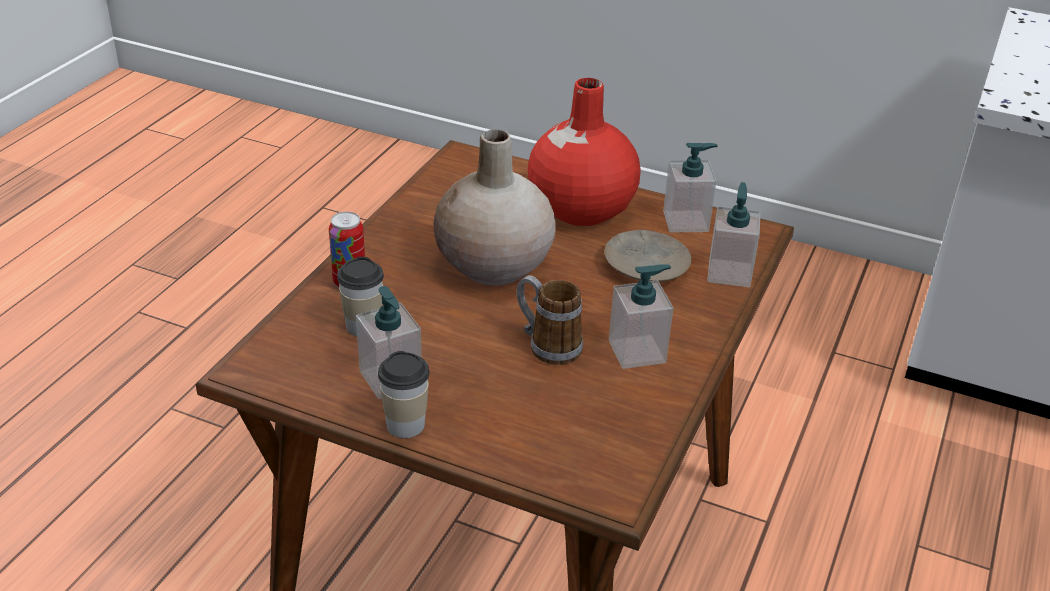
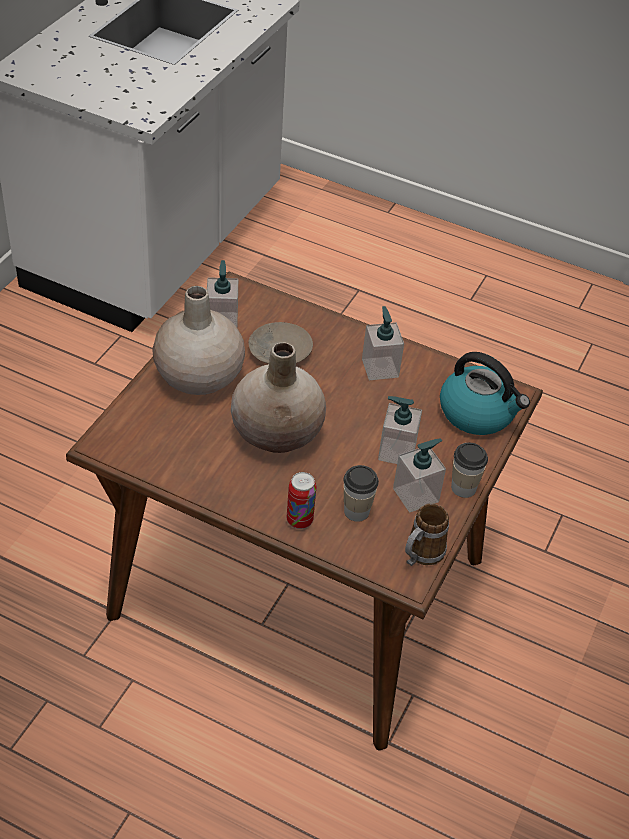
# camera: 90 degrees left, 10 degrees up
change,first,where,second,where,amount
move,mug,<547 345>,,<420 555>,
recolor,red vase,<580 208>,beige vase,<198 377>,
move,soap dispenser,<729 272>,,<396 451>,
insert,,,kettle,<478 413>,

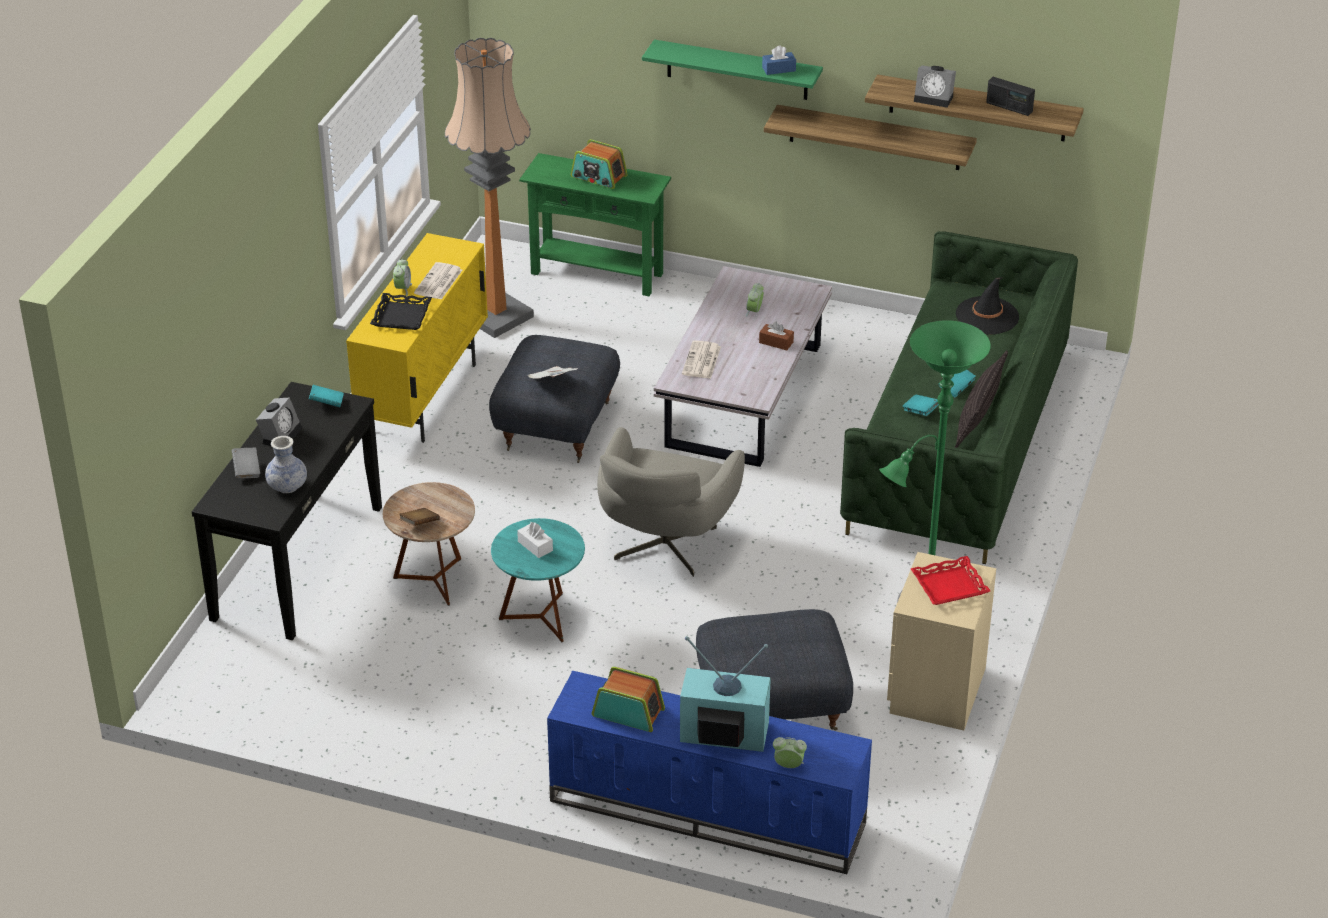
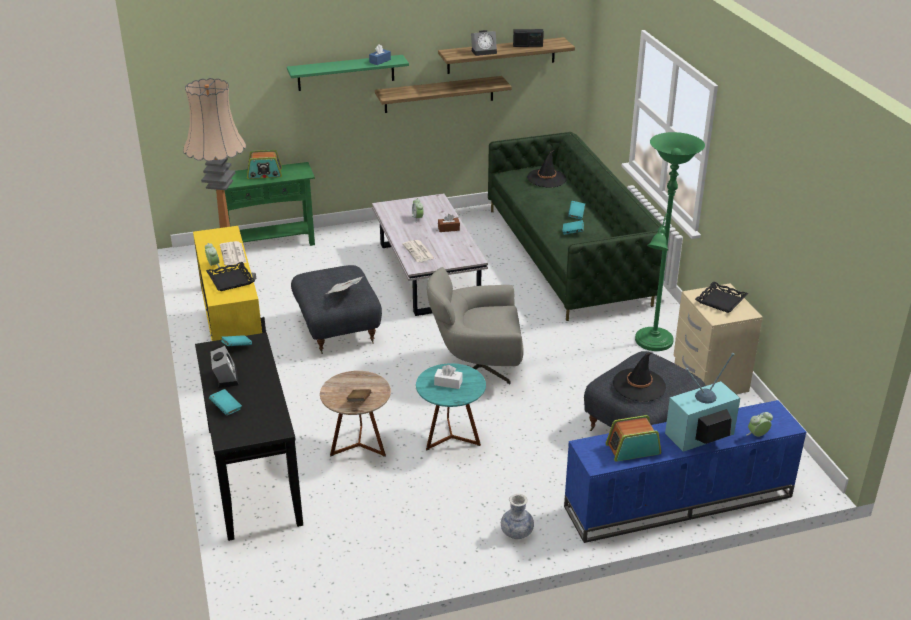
# camera: 35 degrees left, 5 degrees down
change,first,where,second,where,amount
recolor,grey book,<247 470>,turquoise book,<226 408>,
move,vase,<287 486>,,<517 533>,
rotate,grey armchair,<664 547>,,<476 367>,105 degrees clockwise
recolor,red tray,<949 586>,black tray,<721 301>,
delete,pillow,<977 420>,,,
insert,,,black hat,<639 385>,

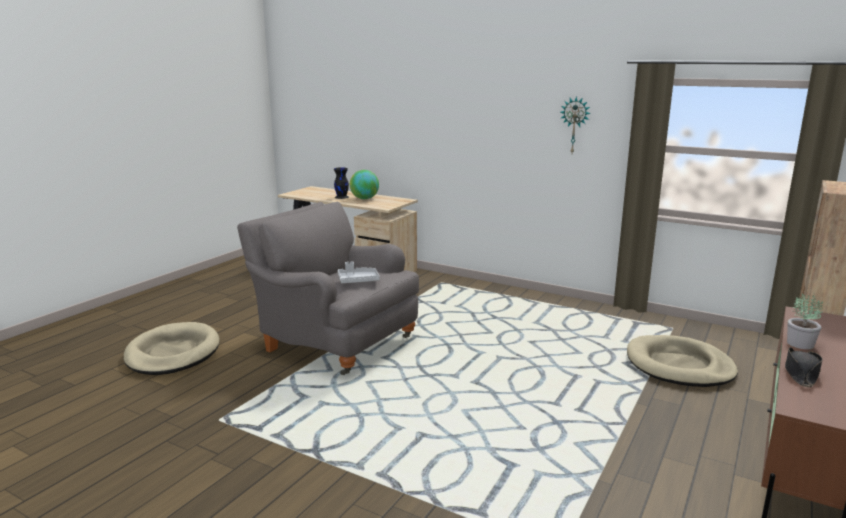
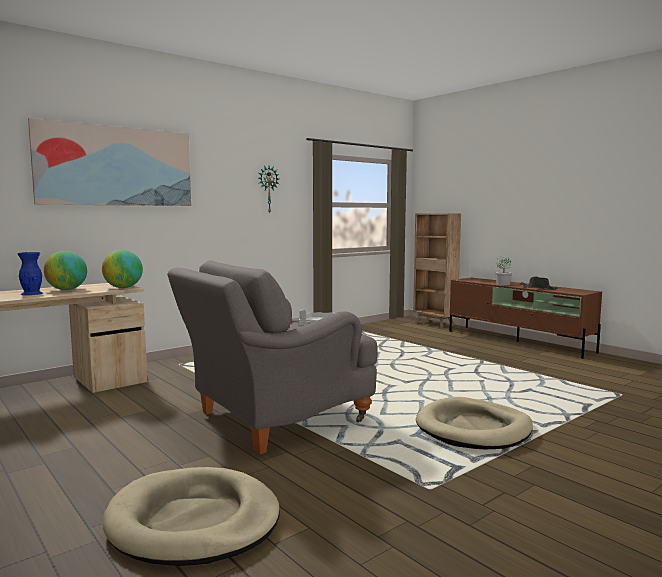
# camera: 70 degrees left, 10 degrees down
change,first,where,second,where,amount
recolor,black vase,<342 197>,blue vase,<32 293>,
move,beige dog bed,<679 366>,,<474 429>,
insert,,,picture,<116 166>,
insert,,,globe,<123 288>,

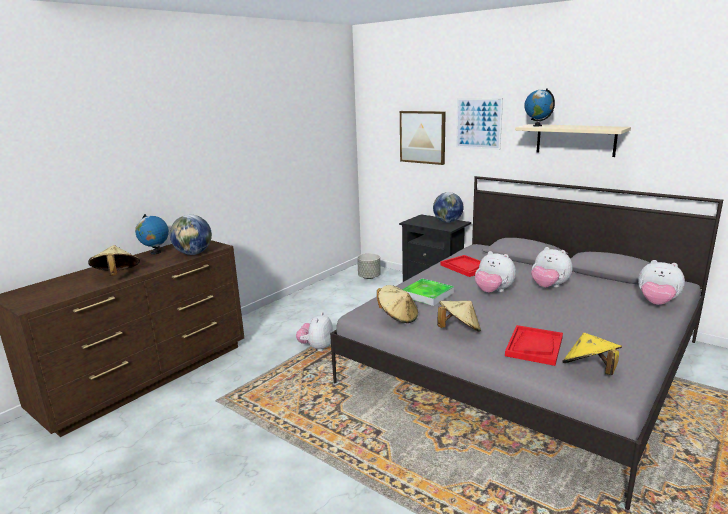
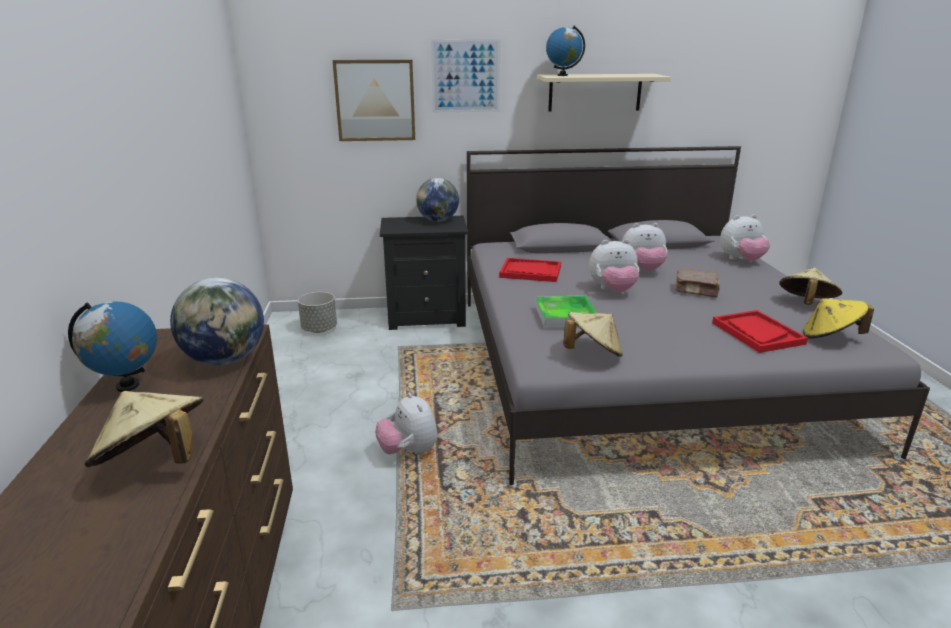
# camera: 45 degrees left, 5 degrees up
change,first,where,second,where,amount
move,beige hat,<459 330>,,<805 304>,
insert,,,brown book,<696 291>,

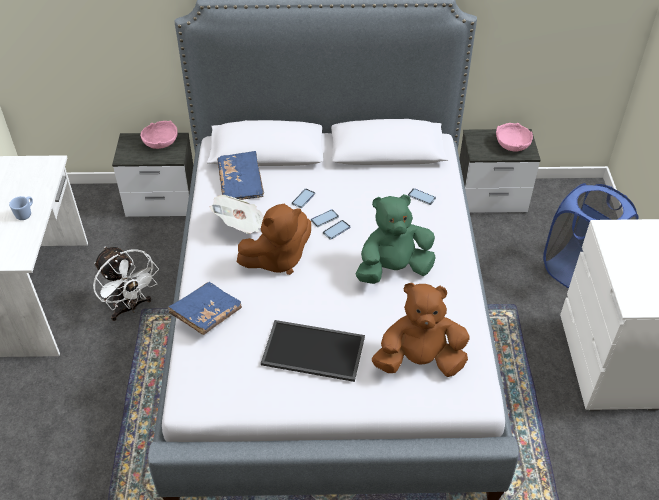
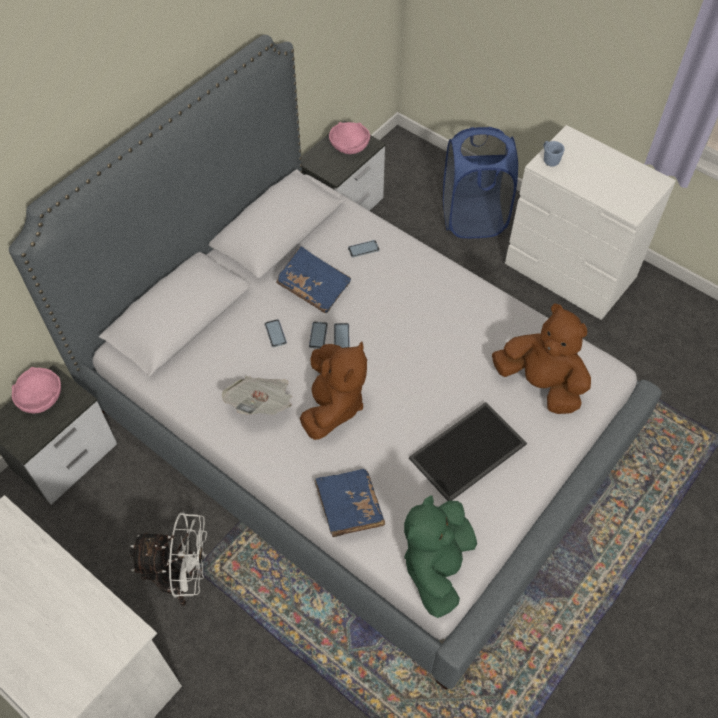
# camera: 50 degrees left, 10 degrees up
change,first,where,second,where,amount
move,blue mug,<26 214>,,<549 159>,
move,blue book,<241 184>,,<314 287>,
move,green plush toy,<393 269>,,<437 565>,
rotate,brown plush toy,<419 361>,,<540 384>,90 degrees clockwise

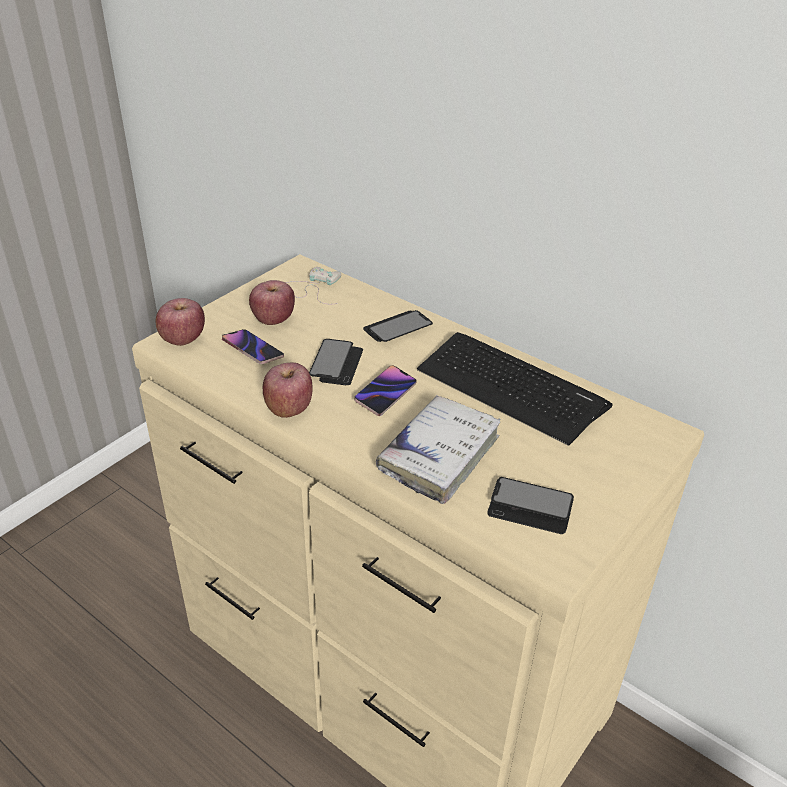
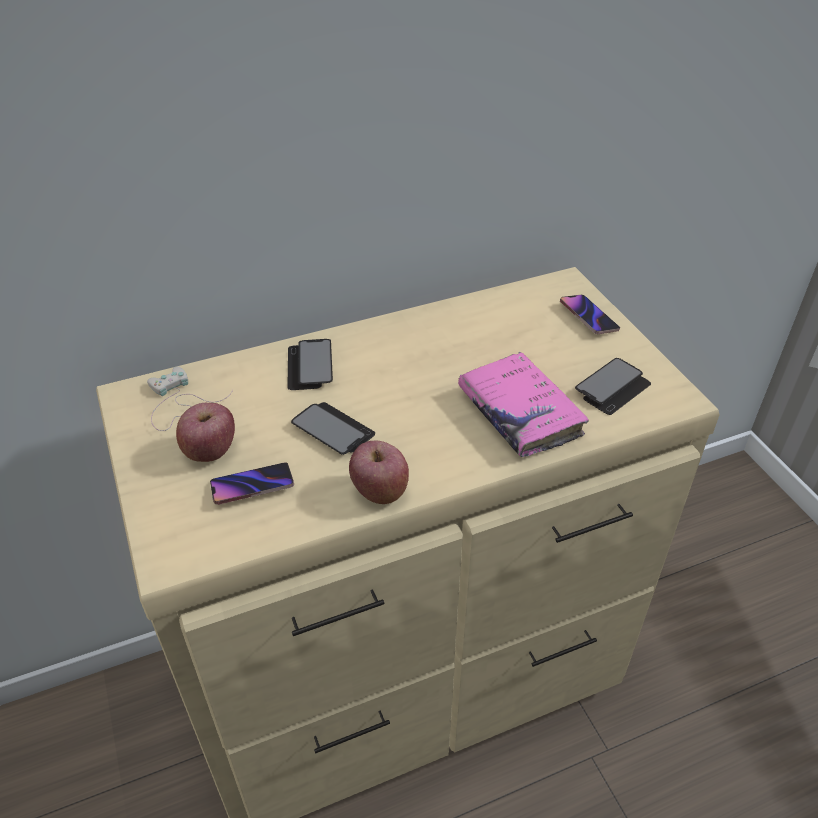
# camera: 60 degrees left, 5 degrees up
change,first,where,second,where,amount
delete,apple,<183 339>,,,
move,phone,<385 393>,,<588 317>,
recolor,white book,<439 456>,pink book,<519 413>,
delete,keyboard,<511 387>,,,

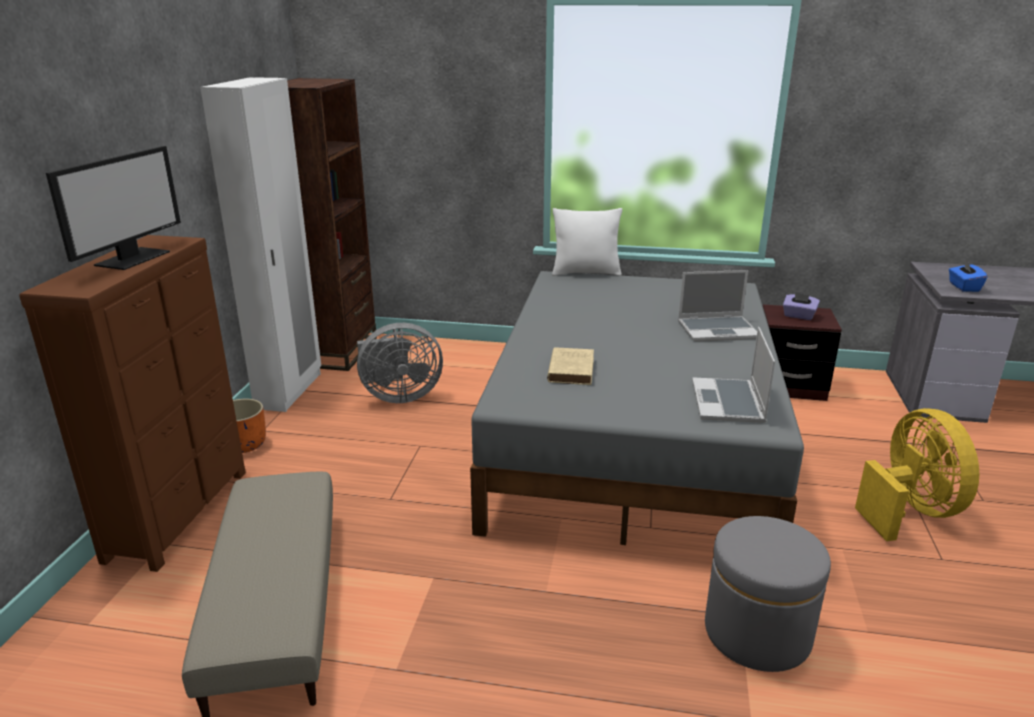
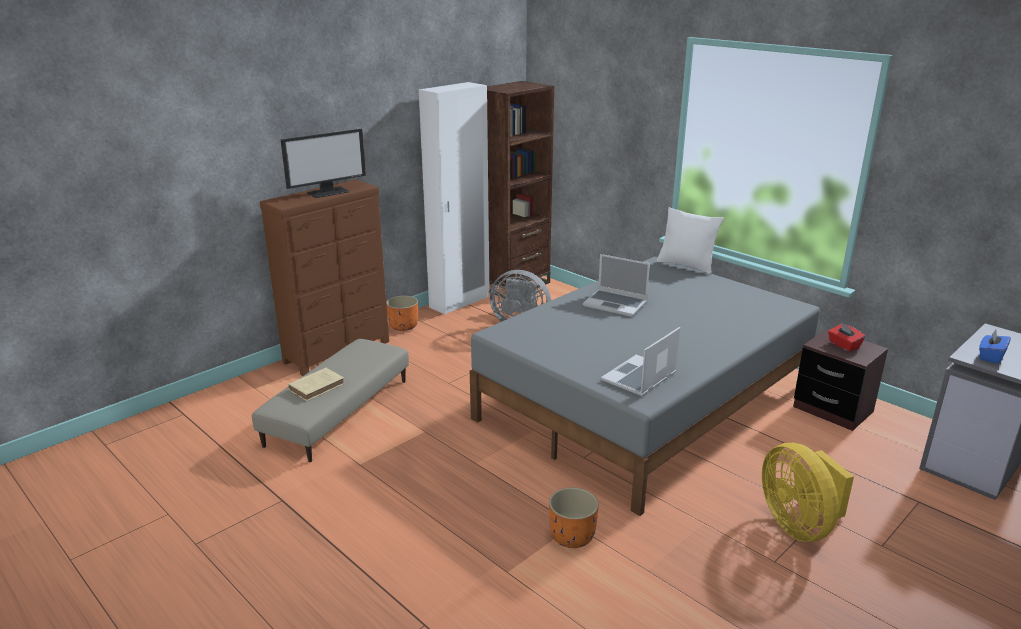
# camera: 35 degrees right, 0 degrees up
change,first,where,second,where,amount
move,beige book,<571 369>,,<318 386>,
move,laptop,<718 330>,,<616 304>,
replace,grey ottoman,<757 633>,orange planter,<572 537>,
recolor,purple tissue box,<798 316>,red tissue box,<843 345>,
rotate,yellow fan,<909 511>,,<799 525>,135 degrees clockwise

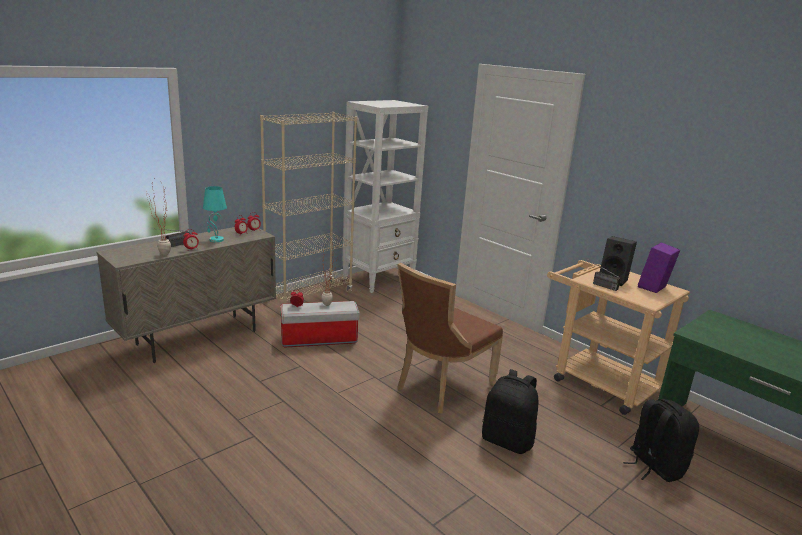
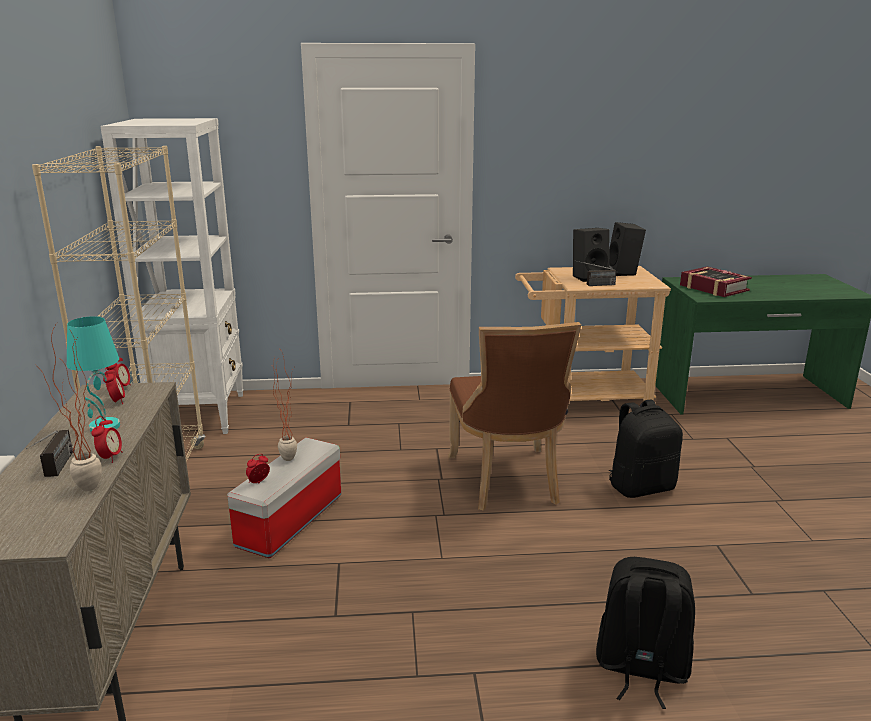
# camera: 50 degrees left, 0 degrees up
change,first,where,second,where,amount
move,black backpack,<654 466>,,<640 669>,
recolor,purple speaker,<654 288>,black speaker,<624 272>,
insert,,,book,<713 288>,

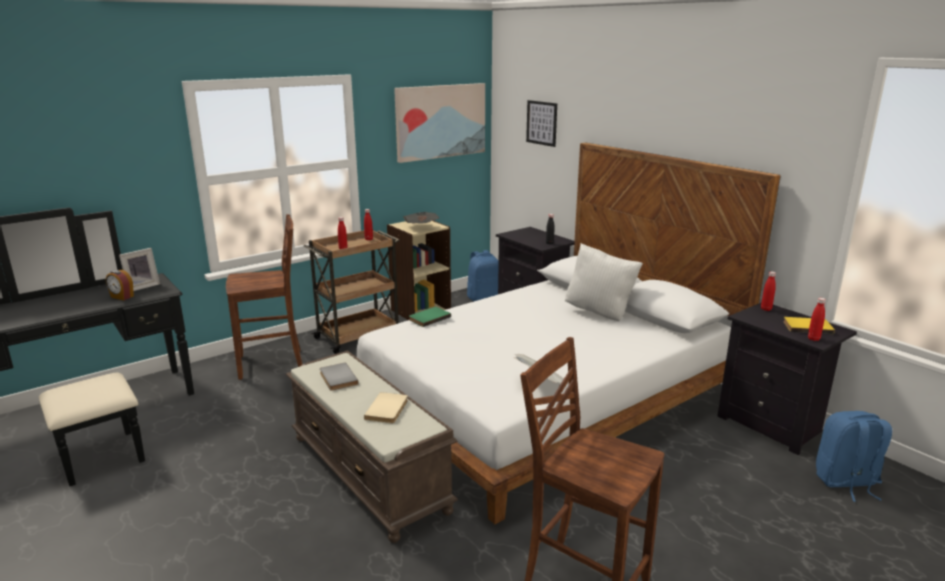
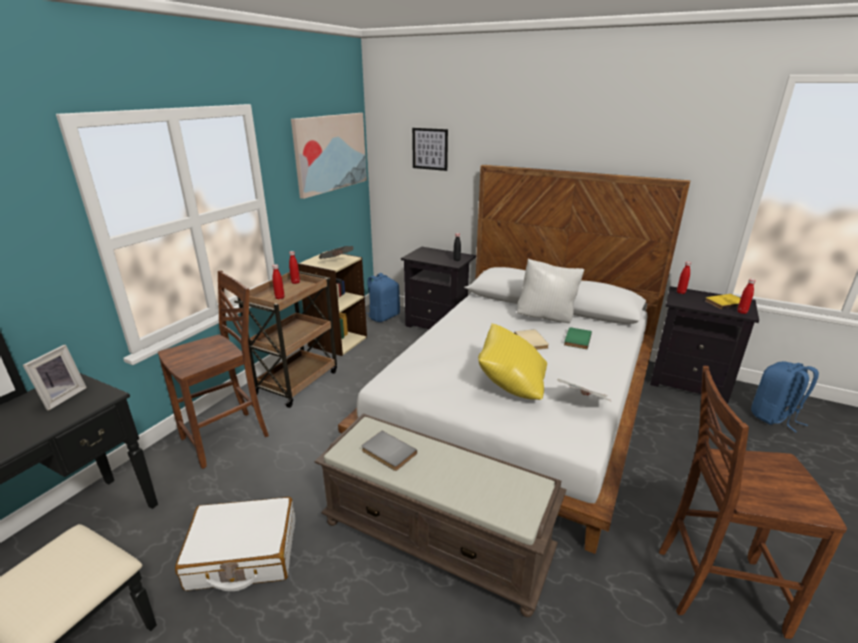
# camera: 25 degrees left, 5 degrees up
change,first,where,second,where,amount
delete,alarm clock,<122 297>,,,
move,beige book,<388 410>,,<532 341>,
move,green book,<429 318>,,<576 339>,
insert,,,white suitcase,<243 554>,
insert,,,yellow pillow,<511 385>,

